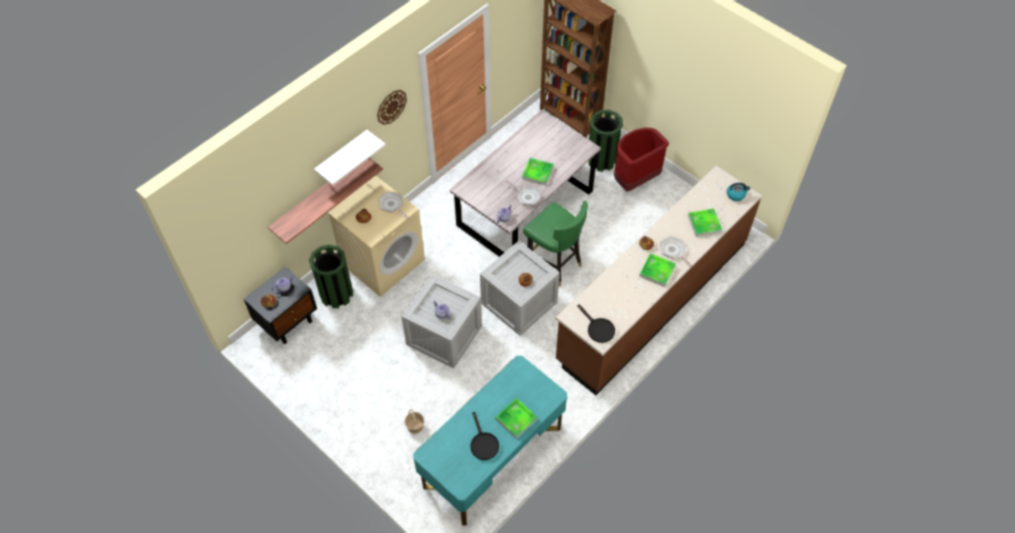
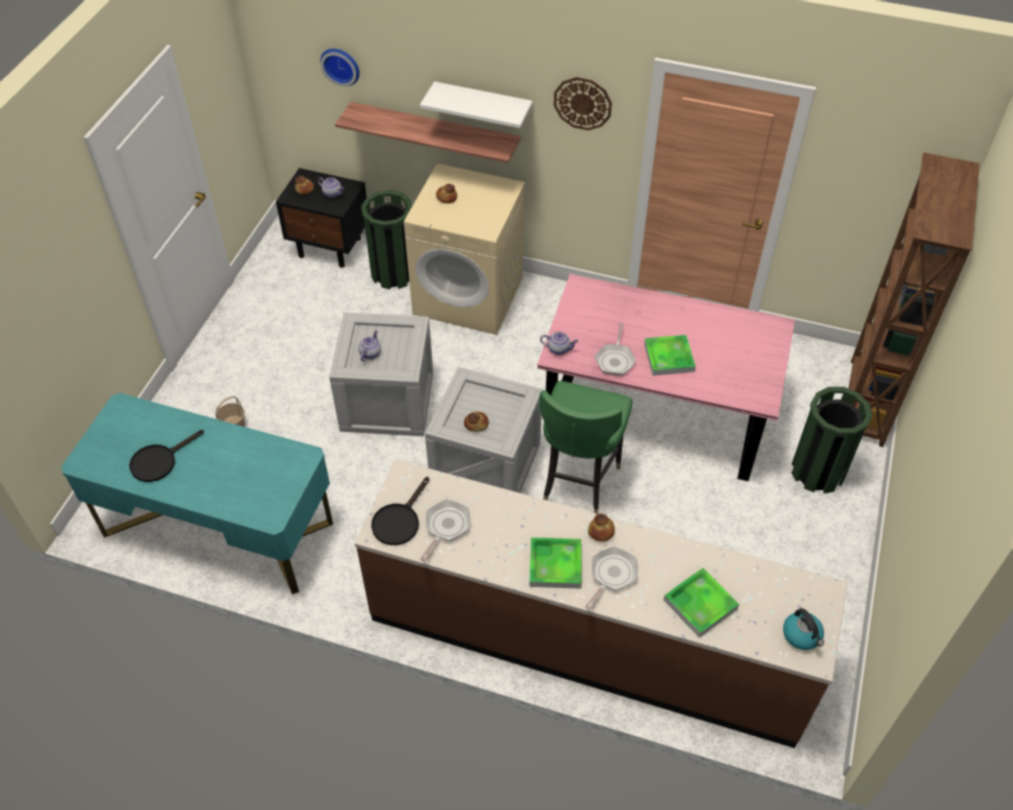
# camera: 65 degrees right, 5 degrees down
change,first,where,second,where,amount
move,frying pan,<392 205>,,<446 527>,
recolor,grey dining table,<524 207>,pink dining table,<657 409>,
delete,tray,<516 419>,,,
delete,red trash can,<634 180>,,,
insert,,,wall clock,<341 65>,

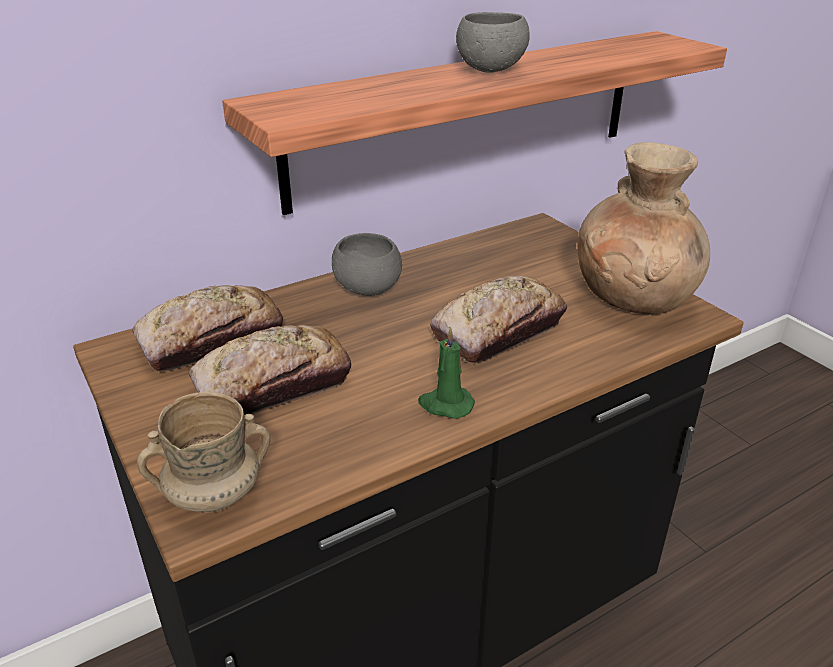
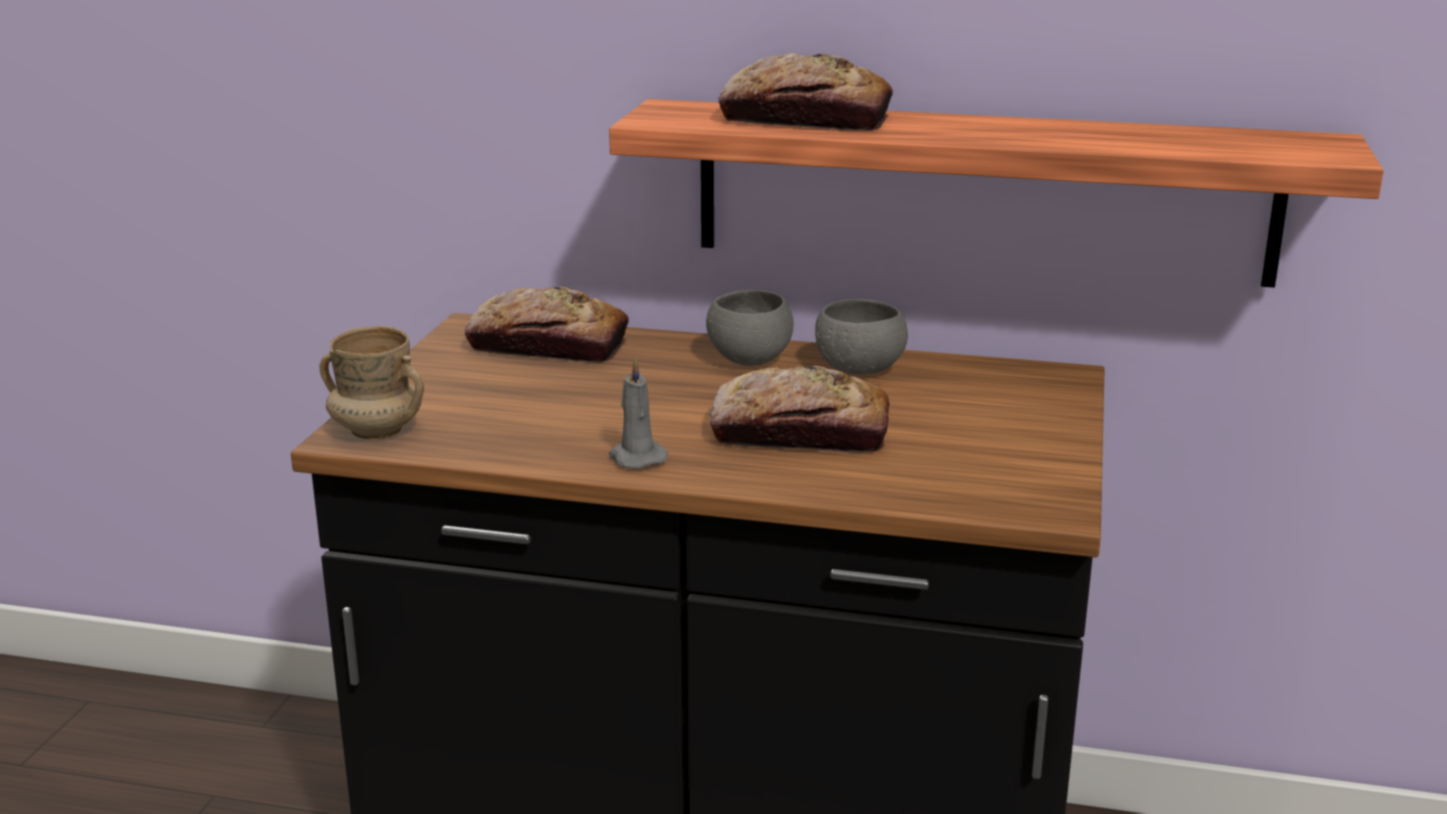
# camera: 45 degrees right, 10 degrees down
change,first,where,second,where,amount
move,bread,<273 385>,,<805 119>,
recolor,green candle,<445 404>,grey candle,<636 457>,
move,grey bowl,<490 70>,,<859 369>,
delete,brown vase,<634 297>,,,

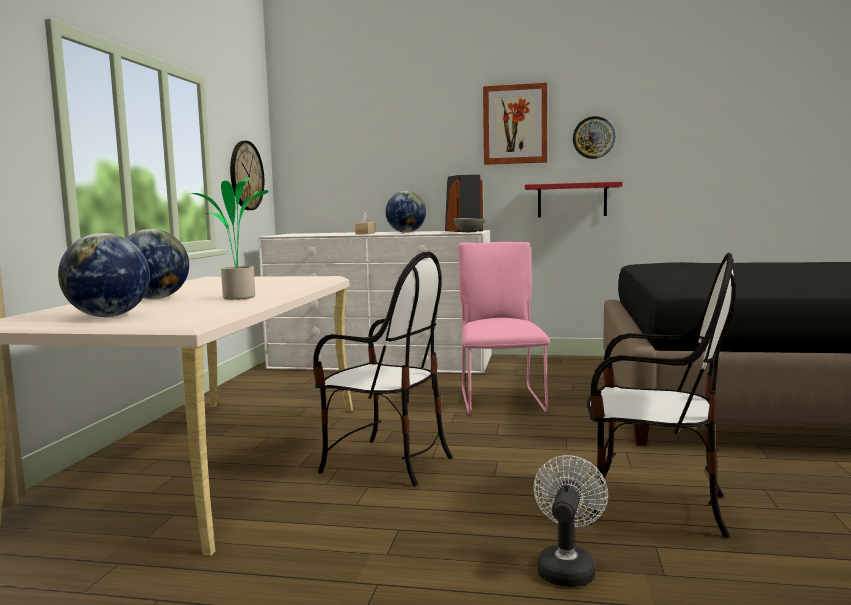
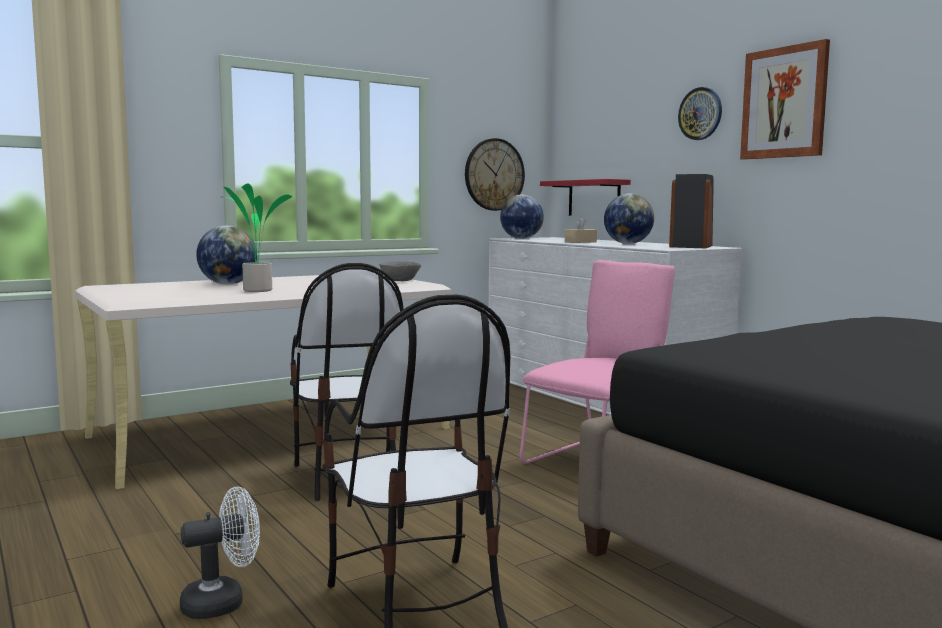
# camera: 45 degrees right, 0 degrees up
change,first,where,second,where,amount
move,globe,<108 316>,,<521 238>,
move,grey bowl,<469 232>,,<399 280>,
move,red shelf,<572 200>,,<594 198>,
move,wall clock,<593 137>,,<700 113>,

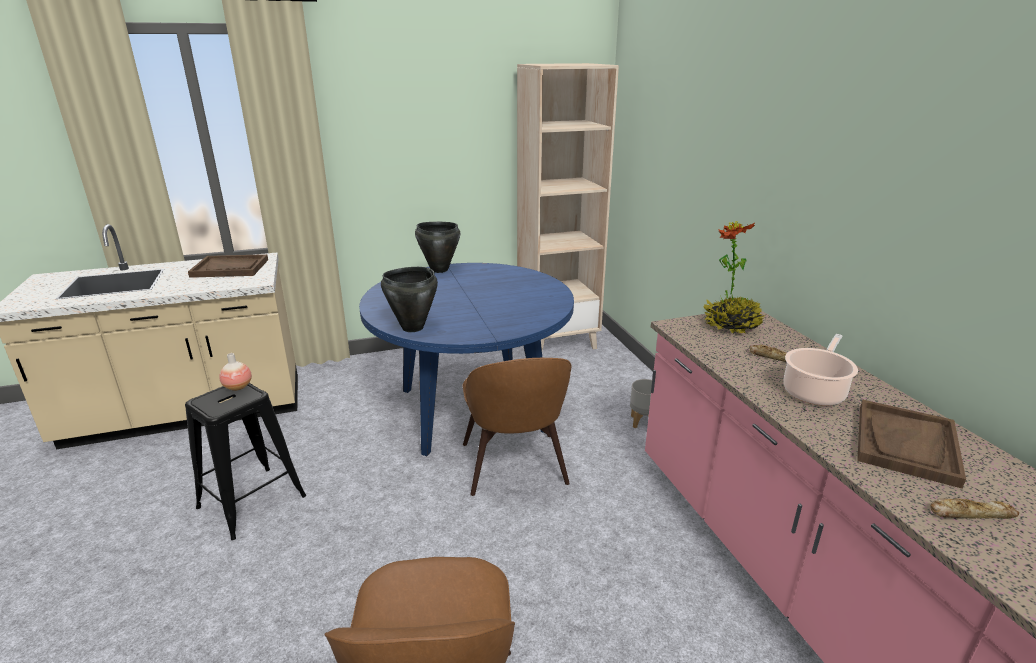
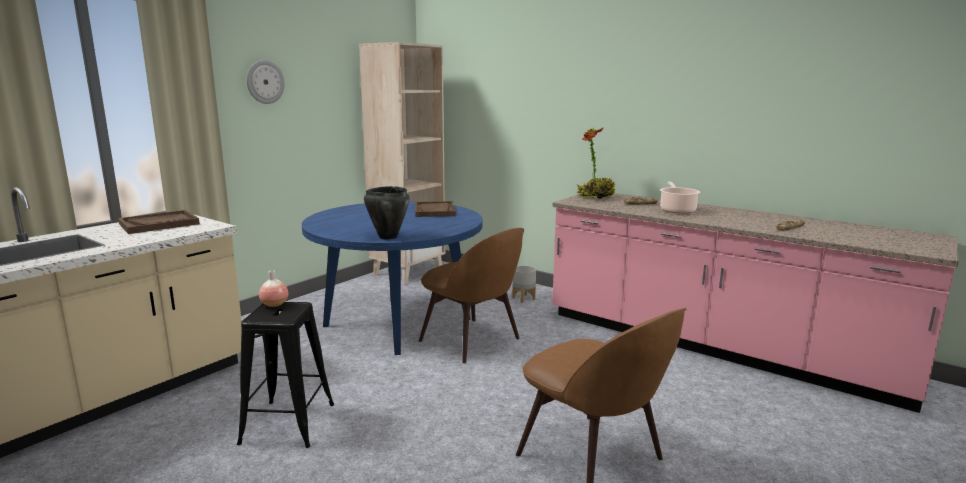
# camera: 35 degrees left, 10 degrees down
change,first,where,second,where,amount
delete,black cooking pot,<439 270>,,,
move,brown tray,<906 444>,,<434 211>,
insert,,,wall clock,<265 82>,

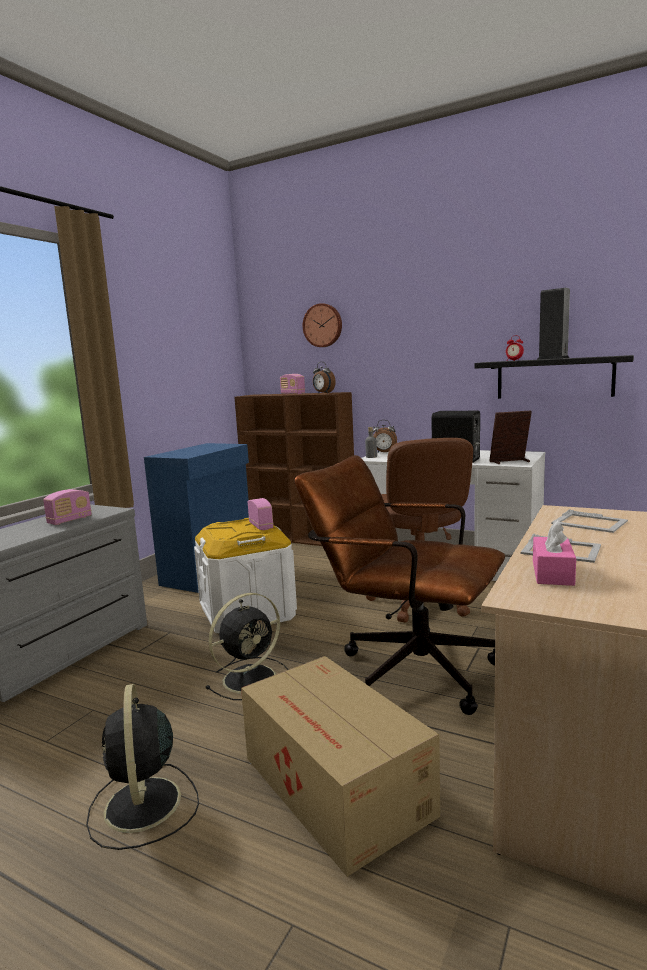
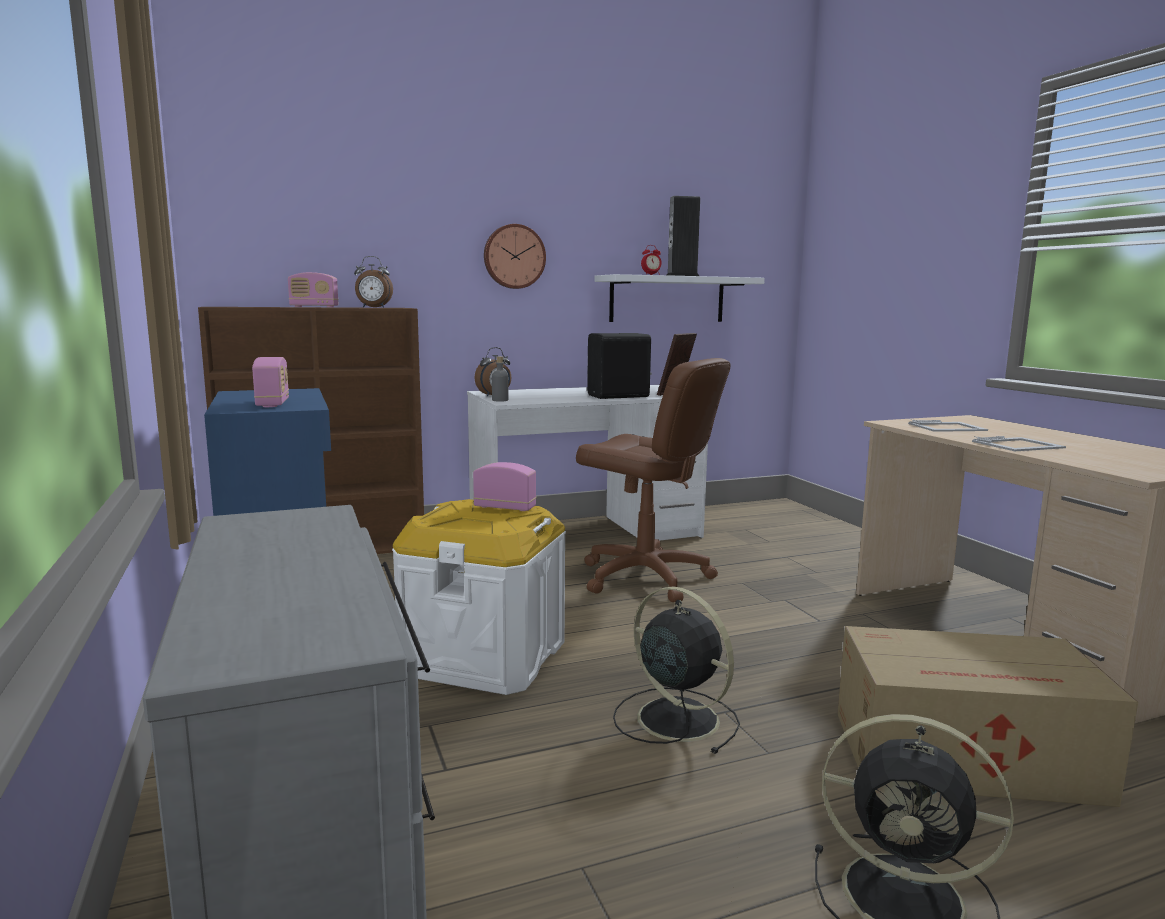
# camera: 50 degrees left, 0 degrees up
change,first,where,second,where,amount
move,radio,<70 520>,,<273 403>,
rotate,black fan,<251 678>,,<674 718>,45 degrees counterclockwise
delete,brown office chair,<405 667>,,,
move,wall clock,<323 325>,,<514 256>,
recolor,black shelf,<554 378>,white shelf,<667 299>,
delete,pink tissue box,<552 573>,,,

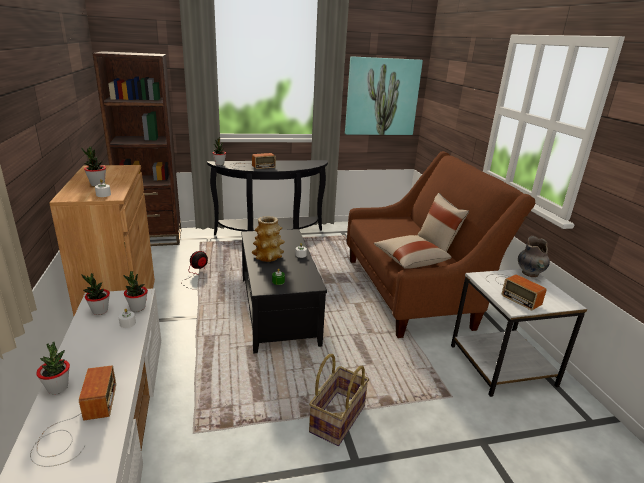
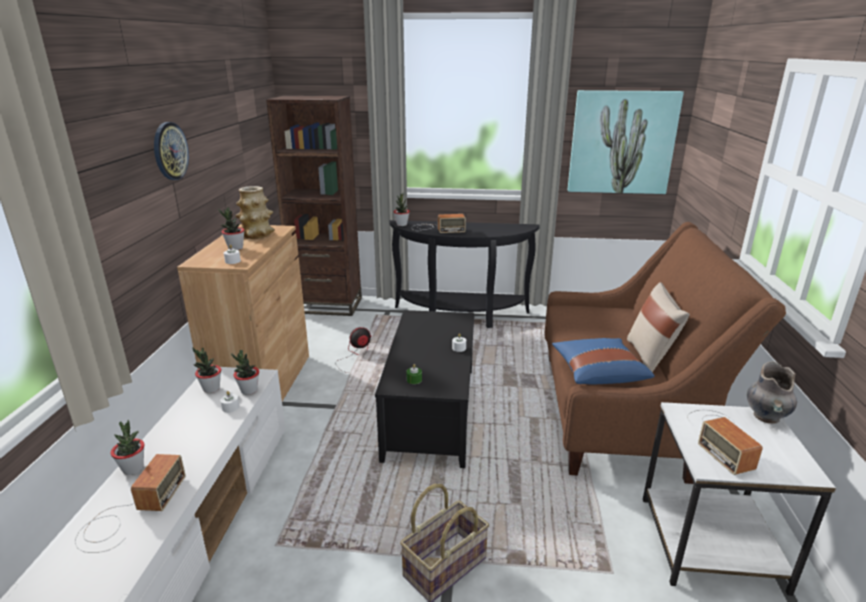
# camera: 20 degrees right, 0 degrees up
change,first,where,second,where,amount
move,vase,<268 257>,,<257 235>,
recolor,beige pillow,<409 260>,blue pillow,<598 373>,
insert,,,wall clock,<170 151>,

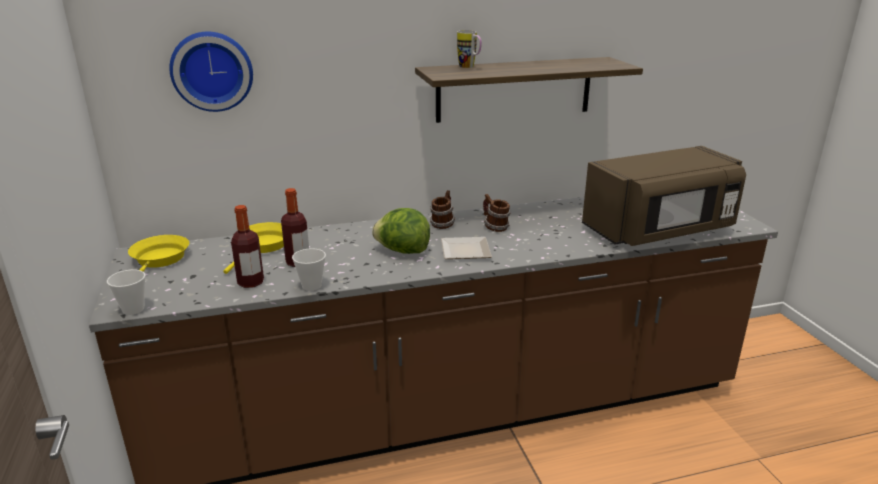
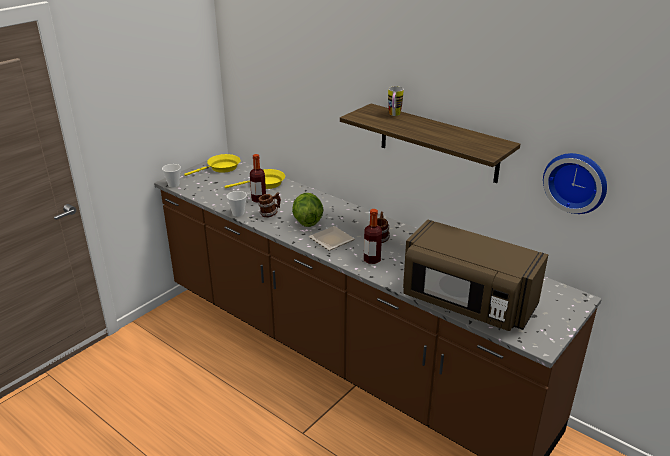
# camera: 55 degrees right, 5 degrees up
change,first,where,second,where,amount
move,wall clock,<212 71>,,<576 181>,
move,bottle,<251 282>,,<372 260>,
move,mug,<442 224>,,<270 214>,

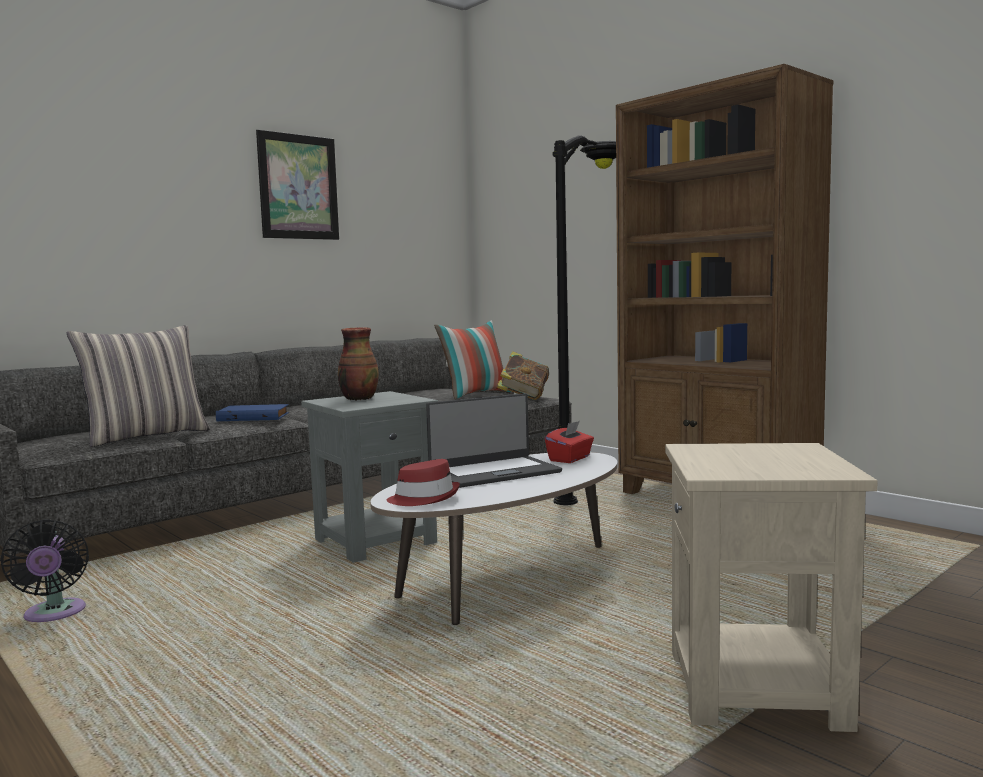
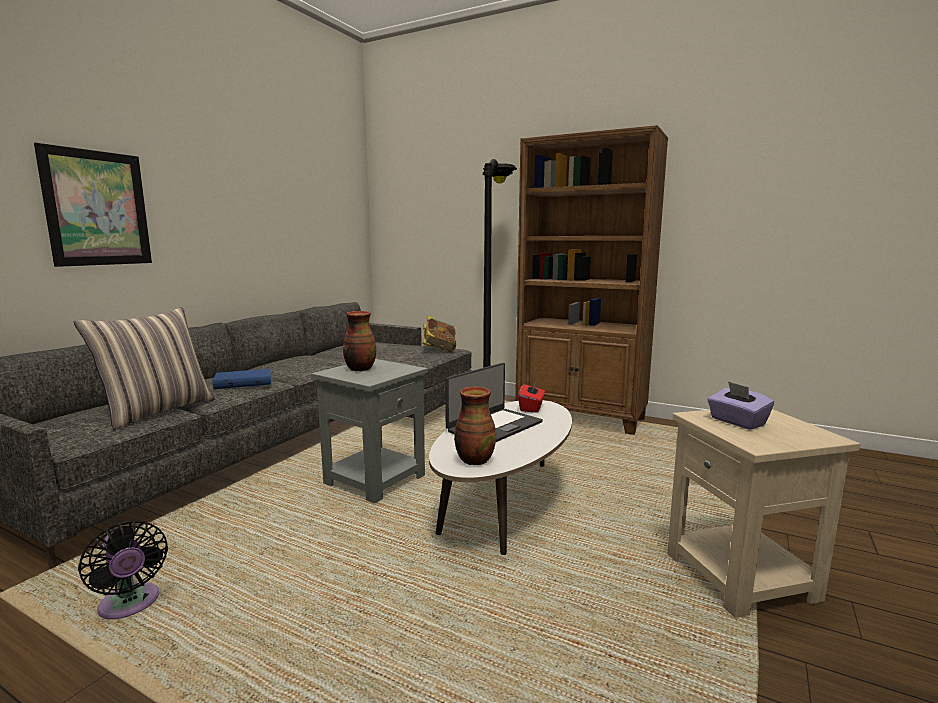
# camera: 20 degrees left, 5 degrees up
change,first,where,second,where,amount
move,picture,<298 187>,,<97 208>,
replace,red hat,<424 498>,vase,<474 460>,
delete,pillow,<475 395>,,,
insert,,,purple tissue box,<737 422>,

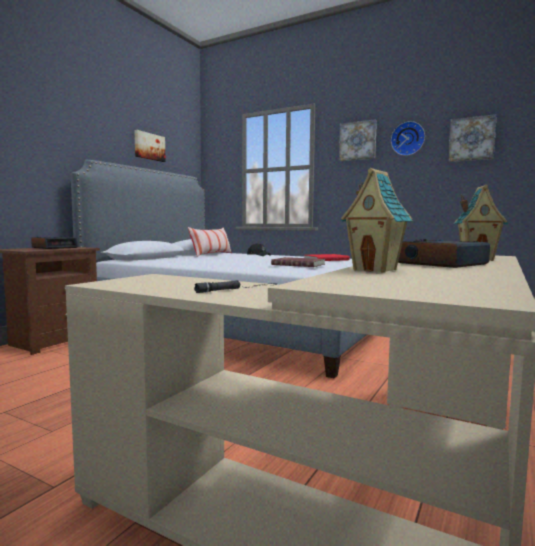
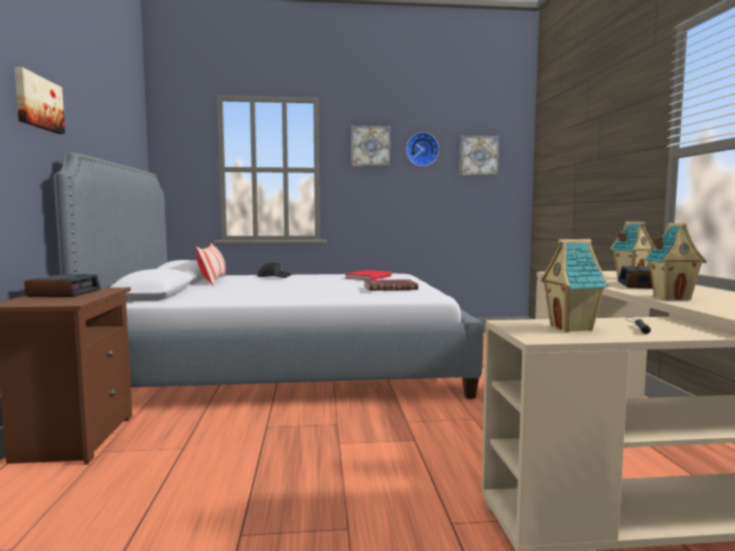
# camera: 35 degrees left, 0 degrees up
change,first,where,second,where,amount
move,picture,<149 146>,,<37 103>,
insert,,,toy house,<572 328>,

